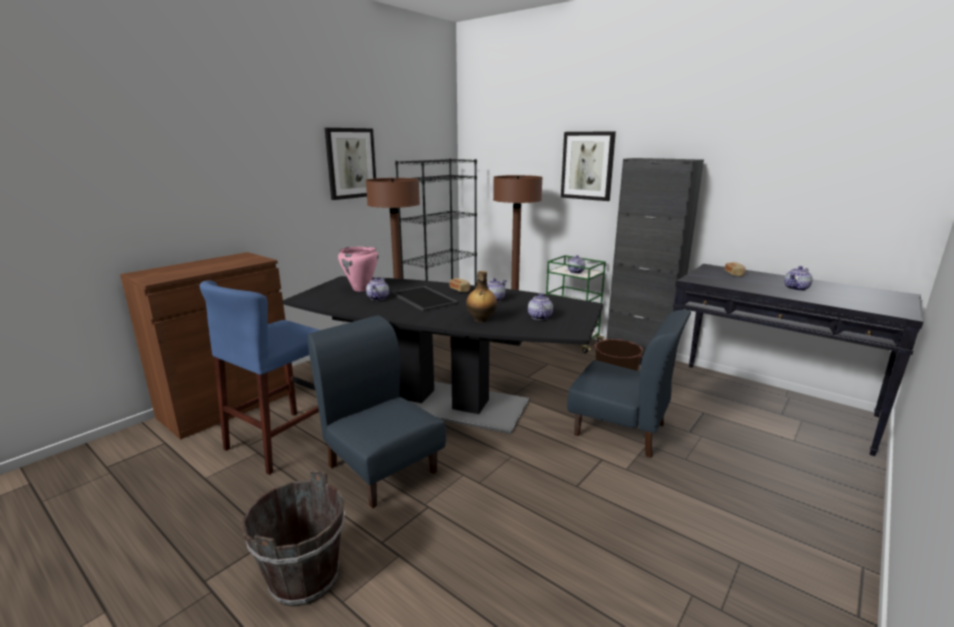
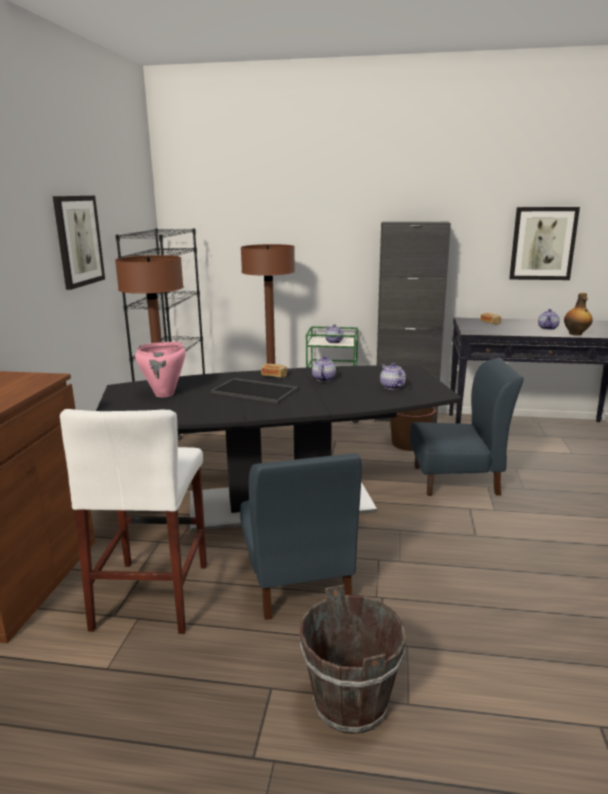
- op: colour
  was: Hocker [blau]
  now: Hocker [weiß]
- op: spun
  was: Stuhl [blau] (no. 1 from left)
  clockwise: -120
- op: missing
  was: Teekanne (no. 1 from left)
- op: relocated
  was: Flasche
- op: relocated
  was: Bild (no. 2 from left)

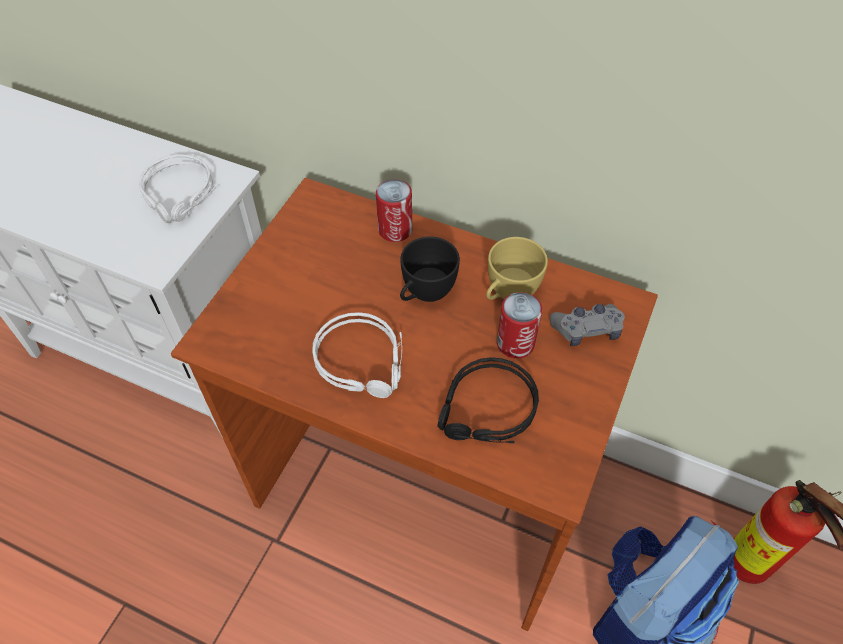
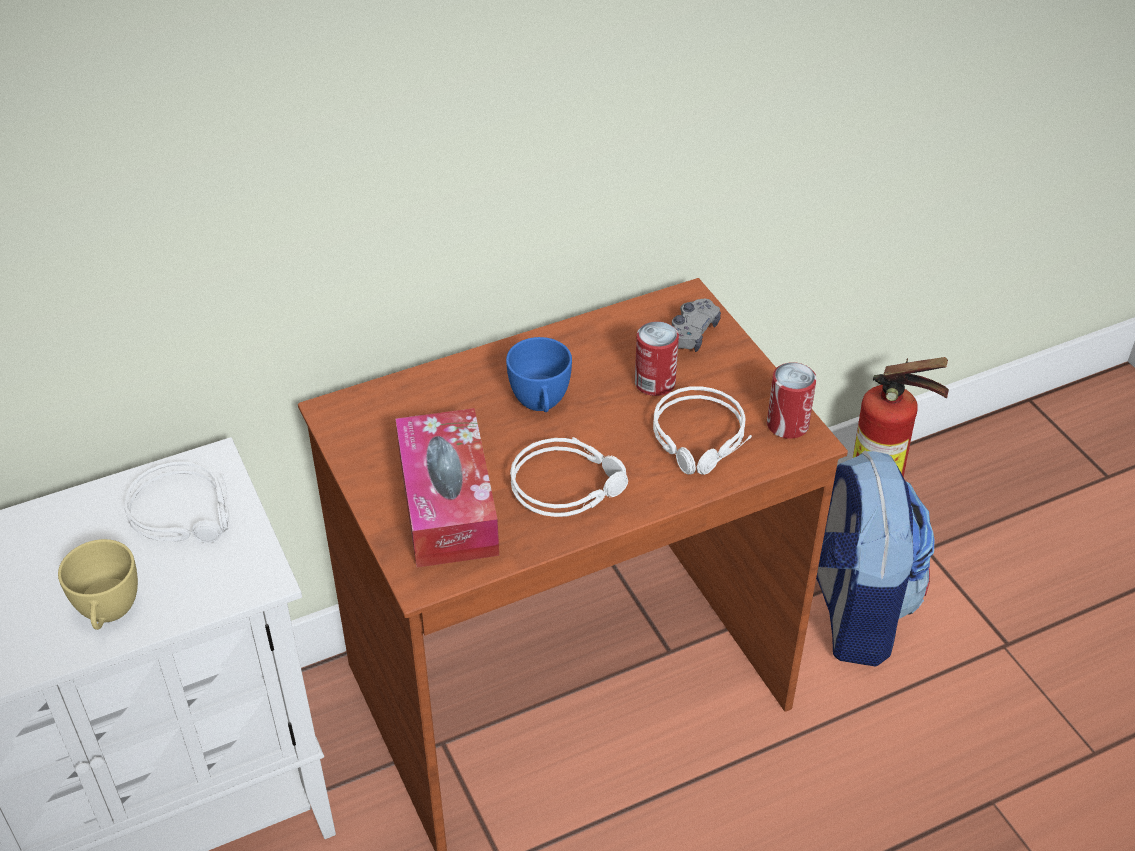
- op: relocated
  was: Dose (no. 1 from left in the first image)
  now: Dose (no. 2 from left)
- op: colour
  was: Tasse [schwarz]
  now: Tasse [blau]
- op: colour
  was: Kopfhörer [schwarz]
  now: Kopfhörer [weiß] (no. 3 from left)
- op: relocated
  was: Tasse [gelb]
- op: appeared
  now: Taschentuchbox

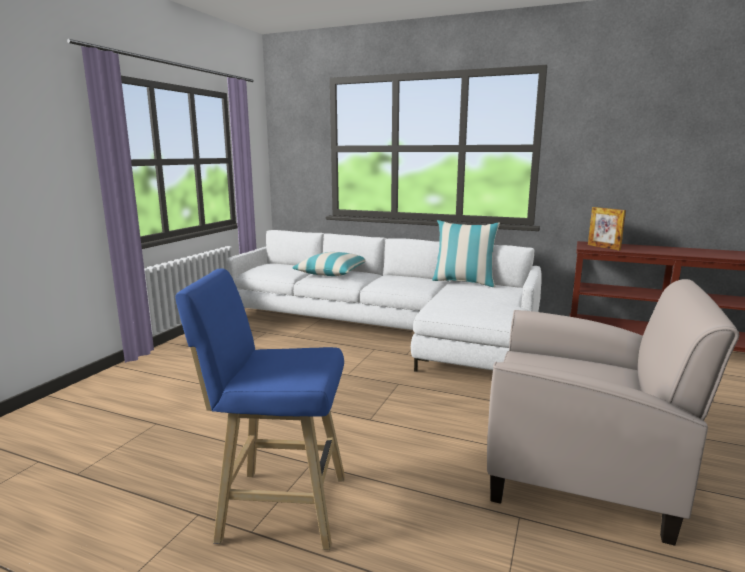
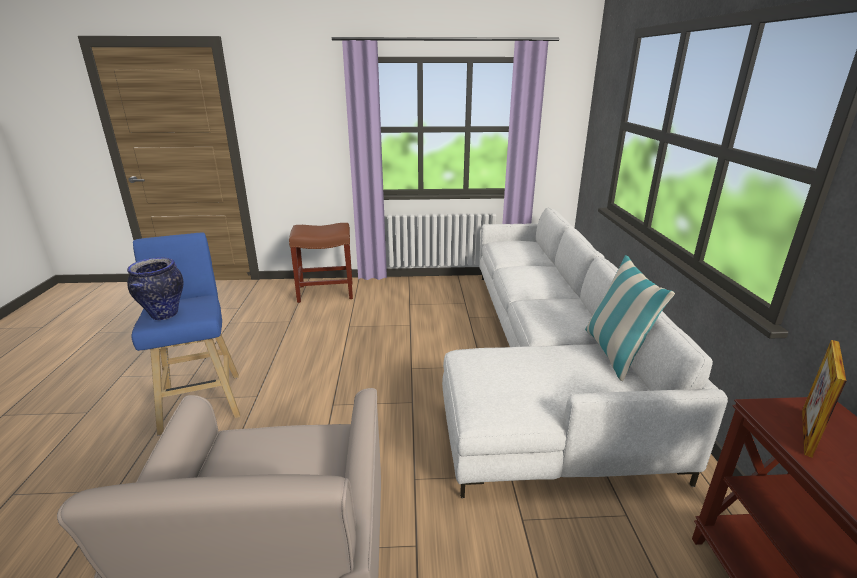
- op: missing
  was: Kissen (no. 1 from left)
- op: appeared
  now: Vase
- op: appeared
  now: Hocker [braun]

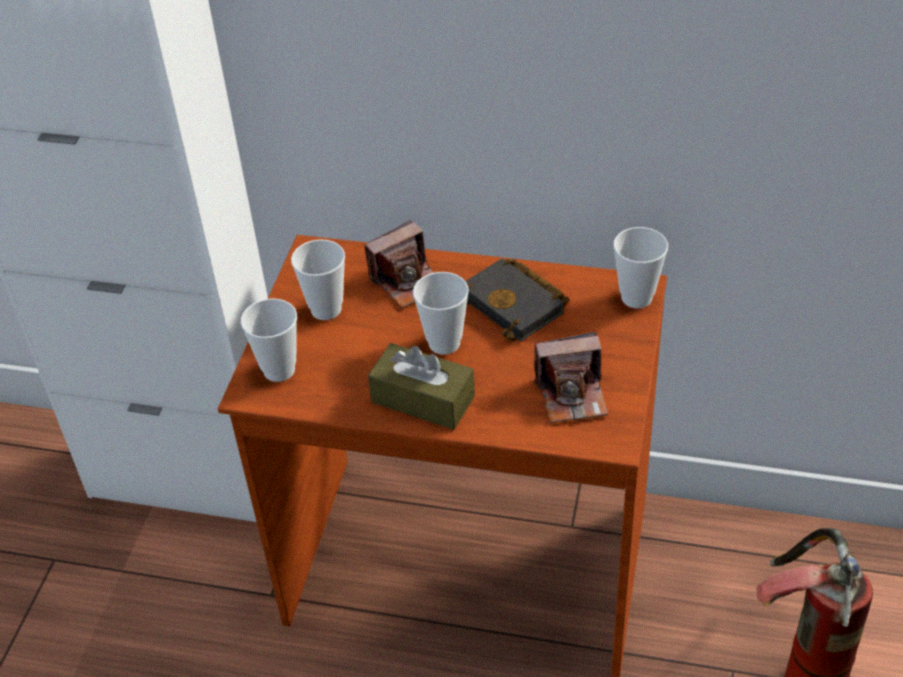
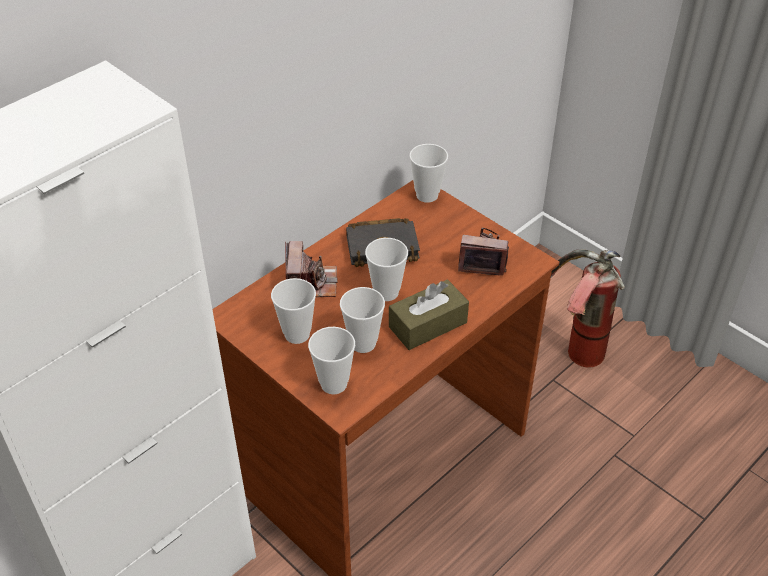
- op: spun
  was: Kamera (no. 2 from left)
  clockwise: -105
- op: appeared
  now: Tasse (no. 3 from left)

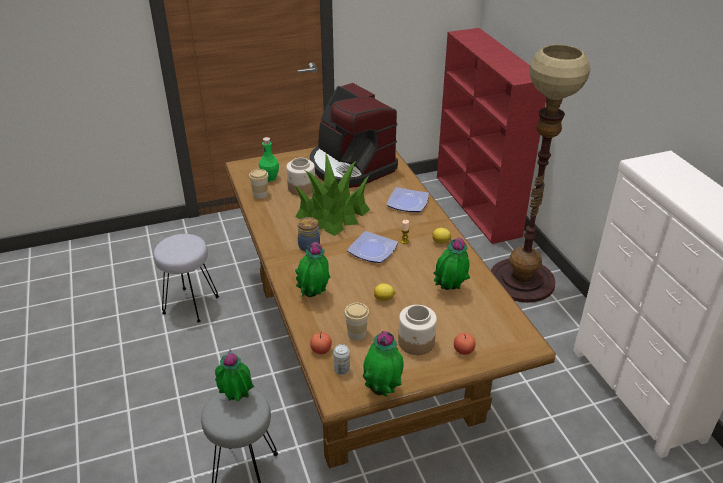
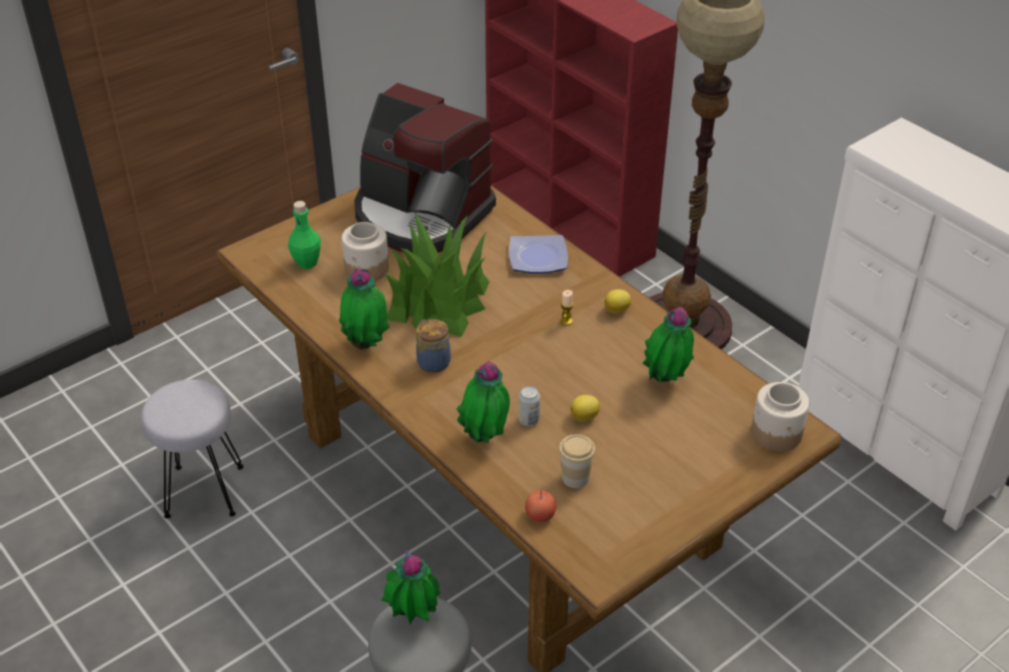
- op: missing
  was: Tasse (no. 1 from left)
- op: relocated
  was: Dose
- op: missing
  was: Teller (no. 1 from left)
- op: relocated
  was: Topfpflanze (no. 4 from left in the first image)
  now: Topfpflanze (no. 1 from left)
- op: relocated
  was: Vorratsglas (no. 3 from left)
- op: missing
  was: Apfel (no. 2 from left)

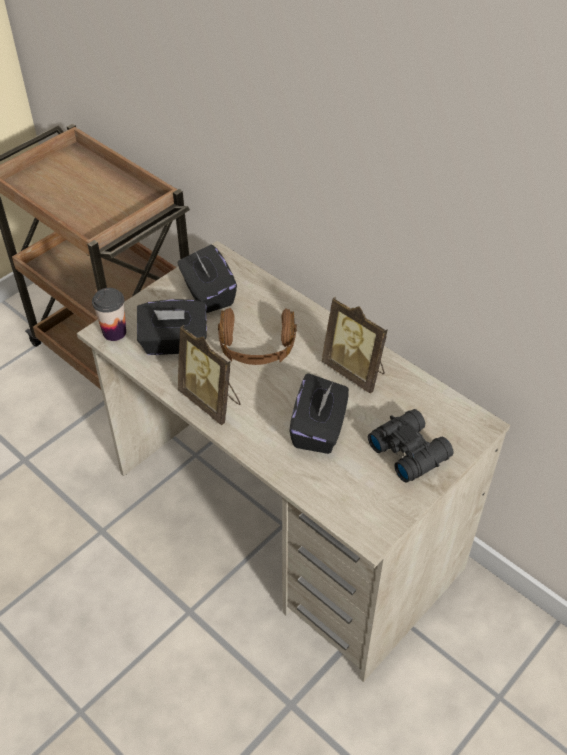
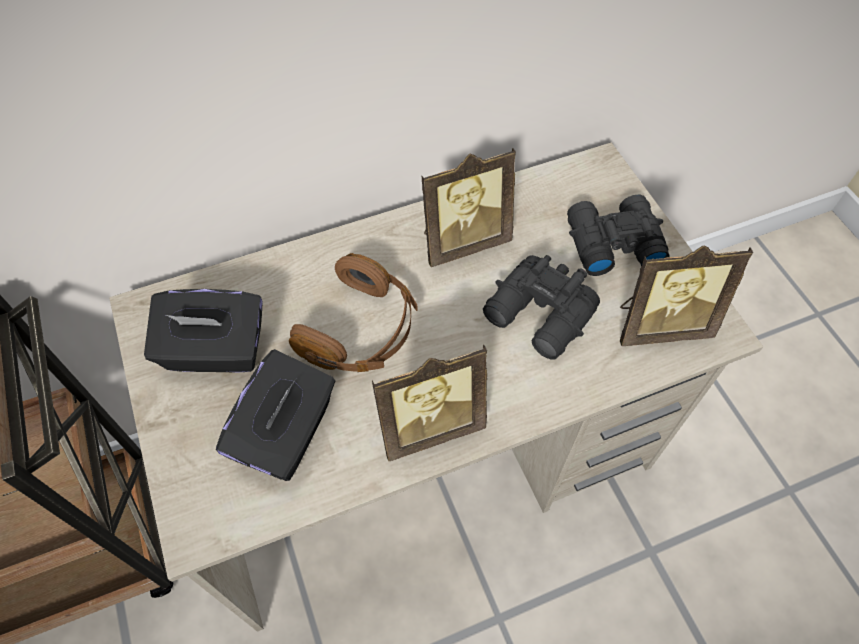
- op: missing
  was: Tasse
- op: exchanged
  was: Taschentuchbox [schwarz] (no. 3 from left)
  now: Fernglas [schwarz] (no. 1 from left)
- op: appeared
  now: Bilderrahmen (no. 3 from left)

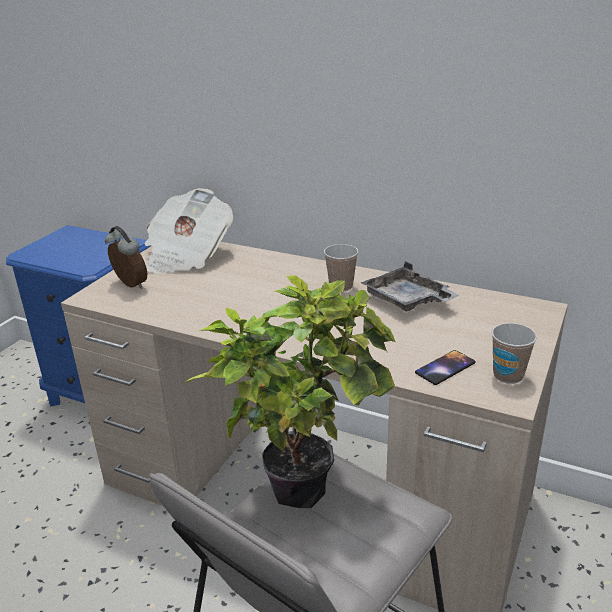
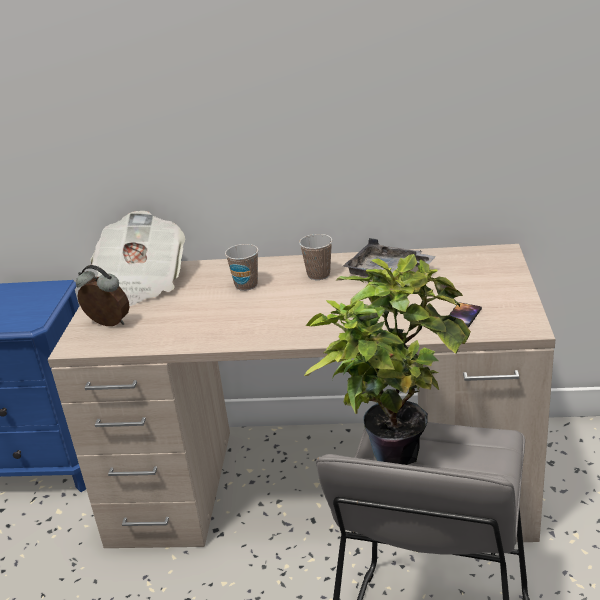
- op: relocated
  was: Tasse (no. 2 from left in the first image)
  now: Tasse (no. 1 from left)

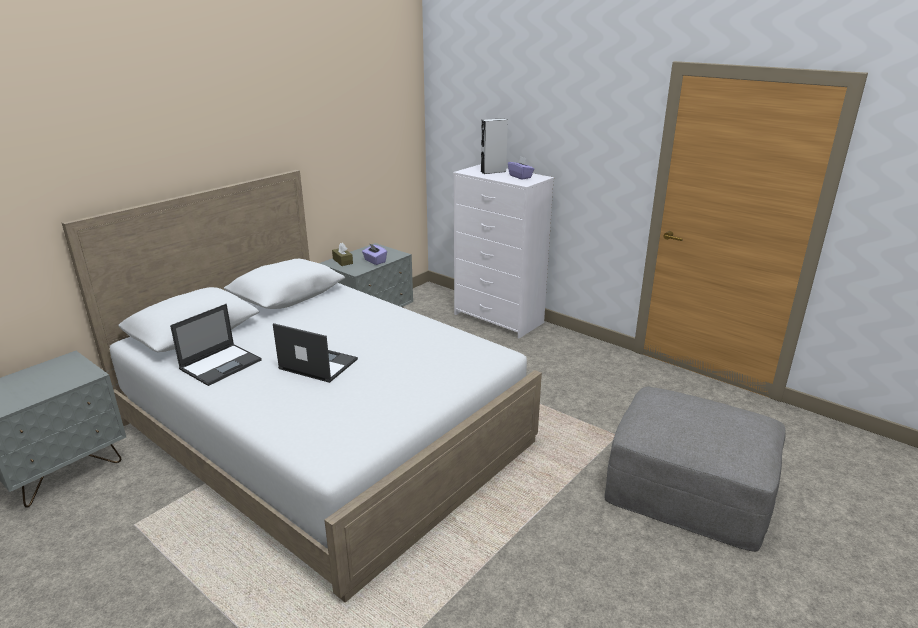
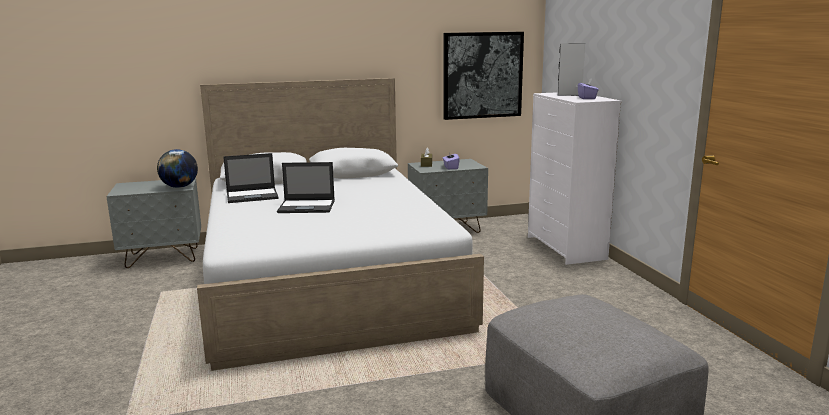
- op: spun
  was: Laptop (no. 2 from left)
  clockwise: 120
- op: appeared
  now: Globus
- op: appeared
  now: Bild

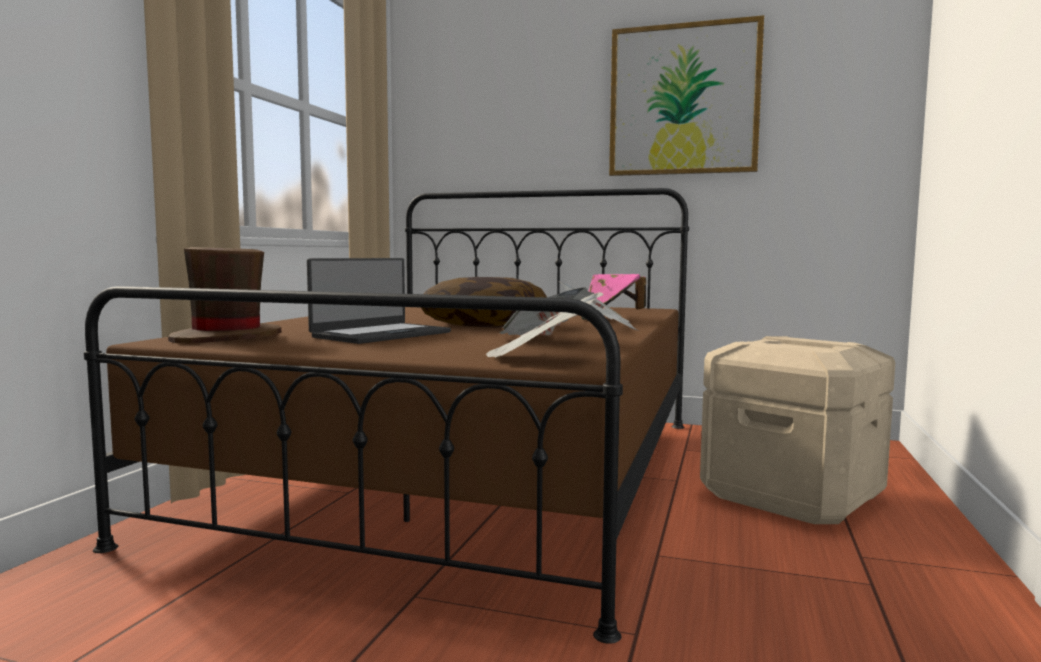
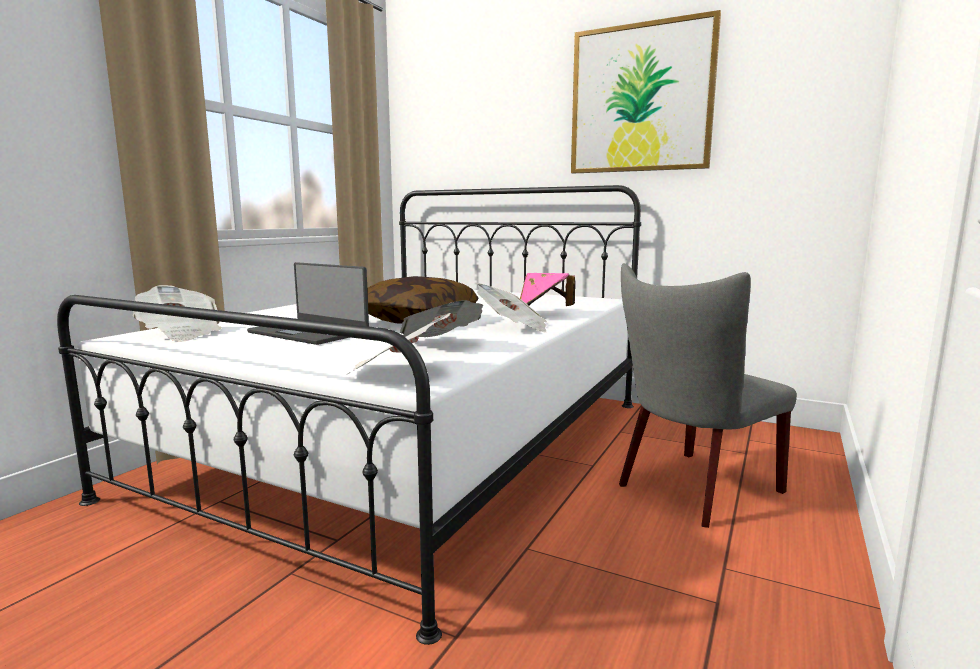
- op: colour
  was: Bett [braun]
  now: Bett [weiß]
- op: exchanged
  was: Hut [braun]
  now: Zeitung (no. 1 from left)
- op: spun
  was: Laptop
  clockwise: 75
- op: exchanged
  was: Aufbewahrungsbox [beige]
  now: Stuhl [grau]

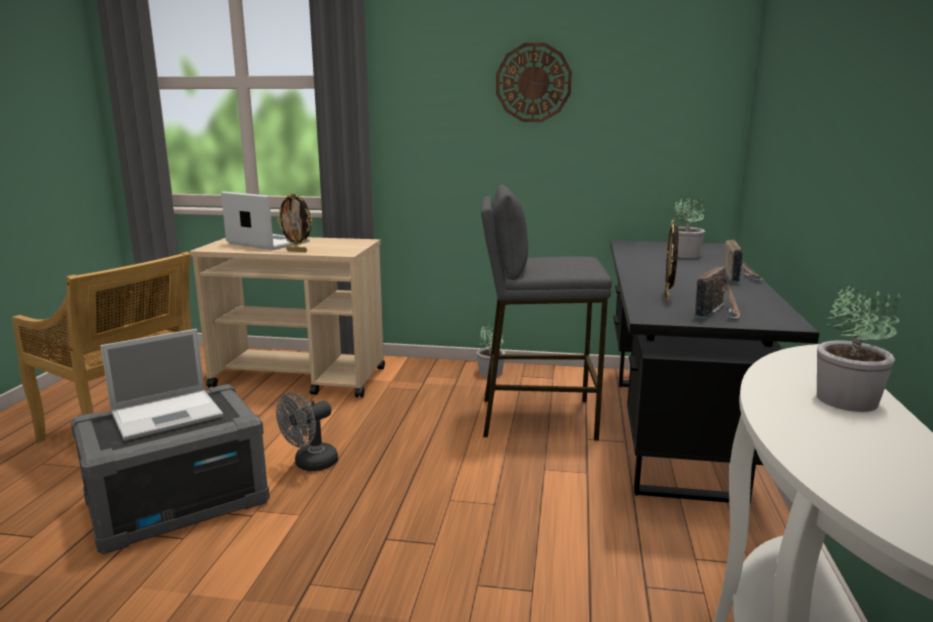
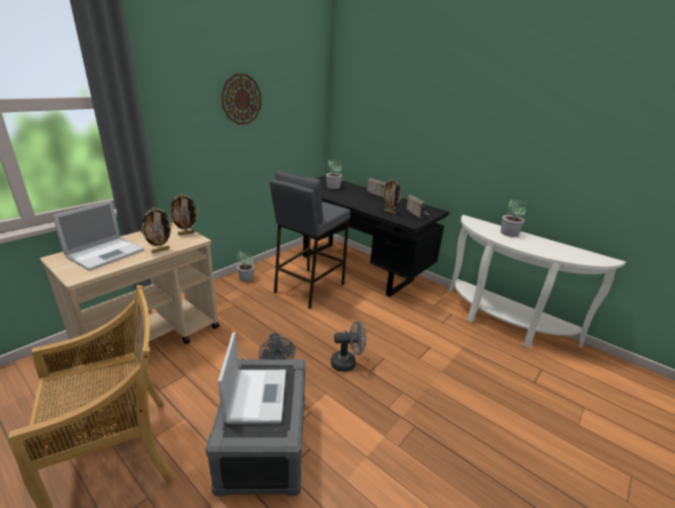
- op: spun
  was: Laptop (no. 2 from left in the first image)
  clockwise: 150
- op: appeared
  now: Bilderrahmen (no. 2 from left)
- op: appeared
  now: Ventilator [grau] (no. 2 from left)

